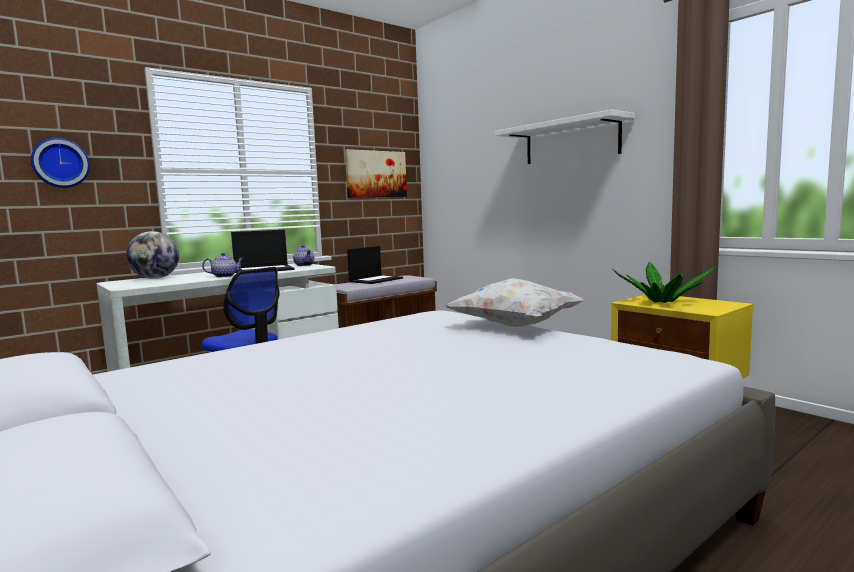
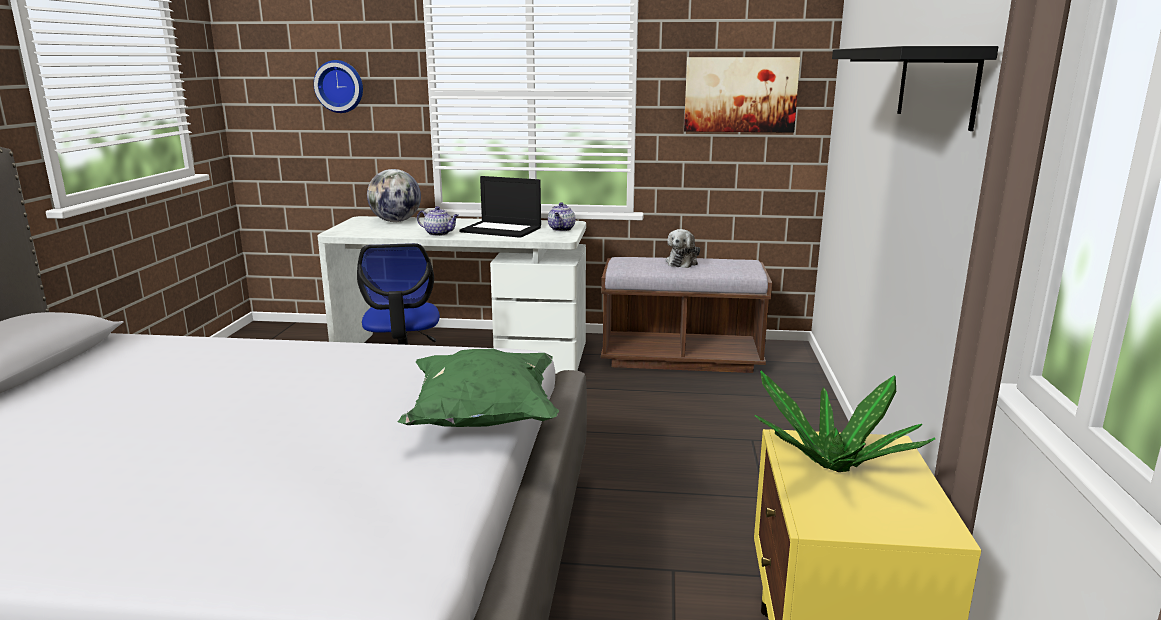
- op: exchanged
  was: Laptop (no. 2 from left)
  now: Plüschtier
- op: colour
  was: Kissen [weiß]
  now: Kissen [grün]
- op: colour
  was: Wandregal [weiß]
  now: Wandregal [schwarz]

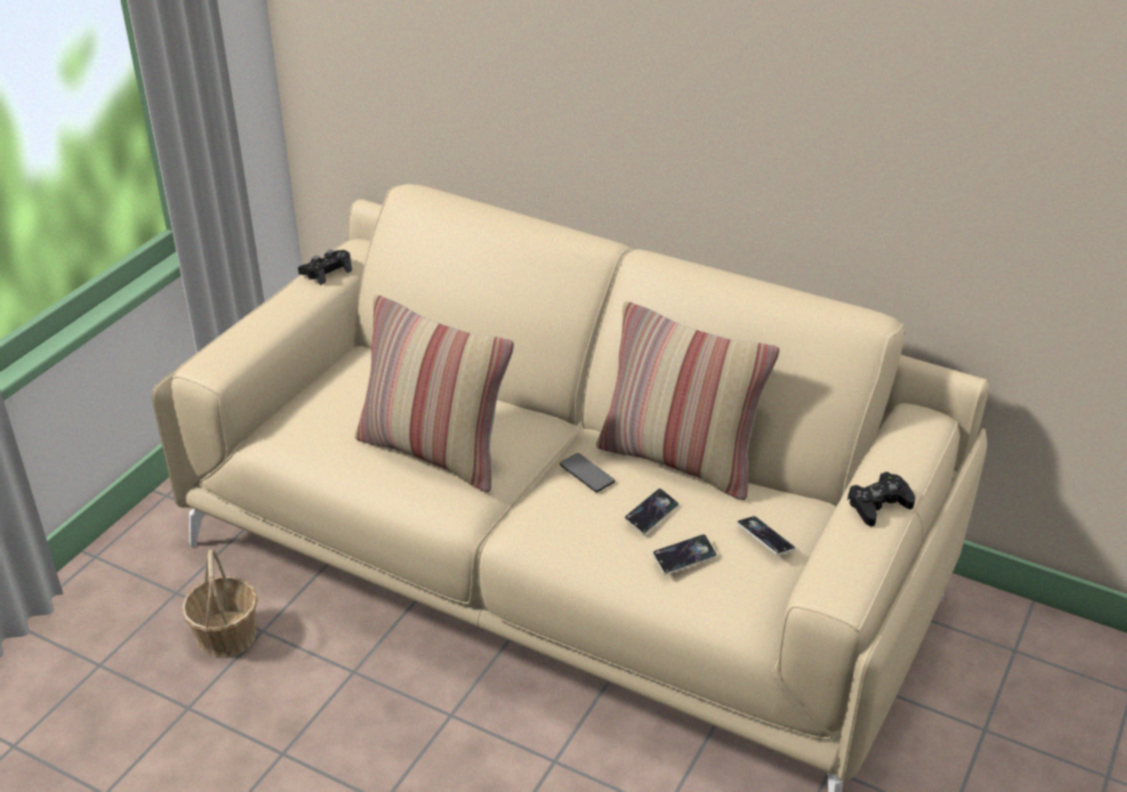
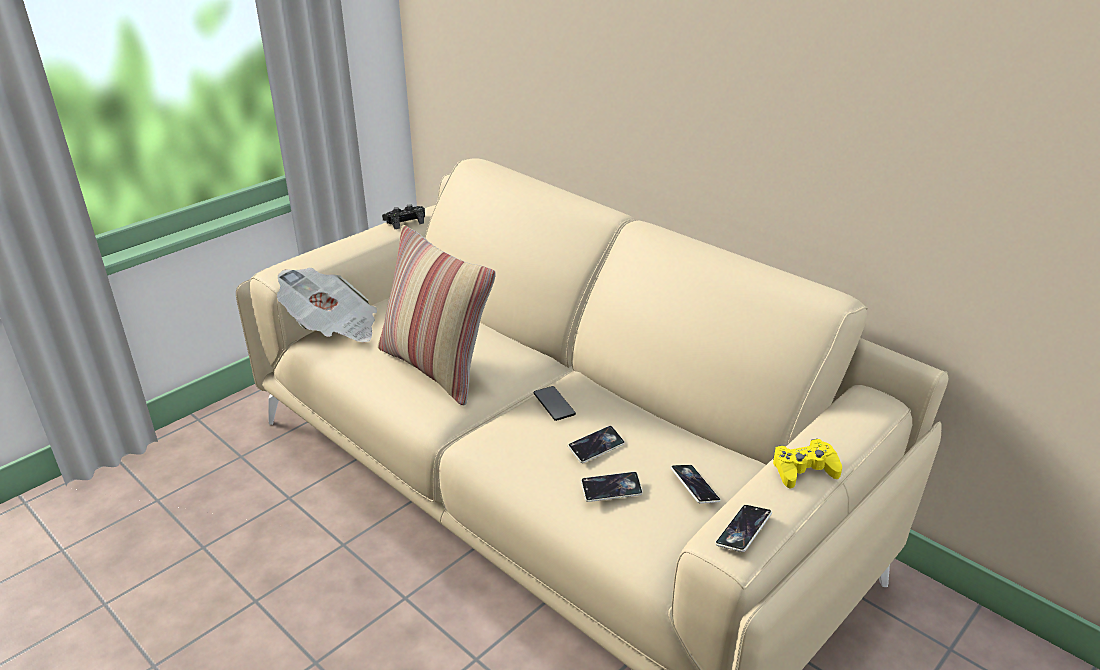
- op: missing
  was: Korb
- op: missing
  was: Kissen (no. 2 from left)
- op: colour
  was: Gamepad [schwarz] (no. 2 from left)
  now: Gamepad [gelb]
- op: appeared
  now: Zeitung
- op: appeared
  now: Handy (no. 5 from left)

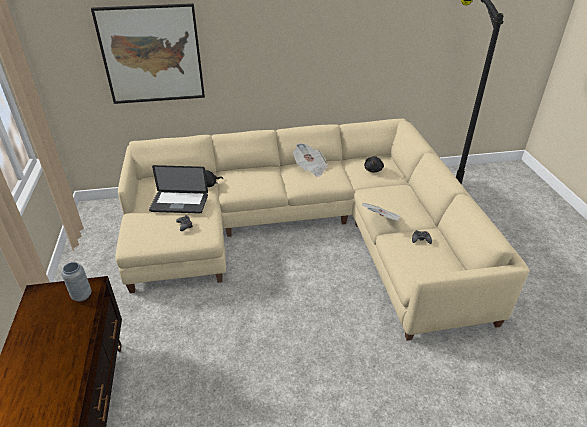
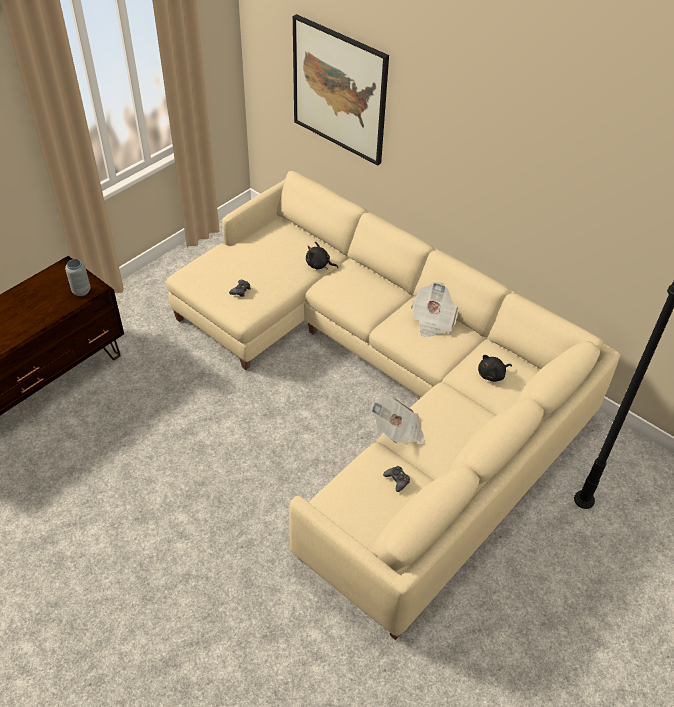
- op: missing
  was: Laptop

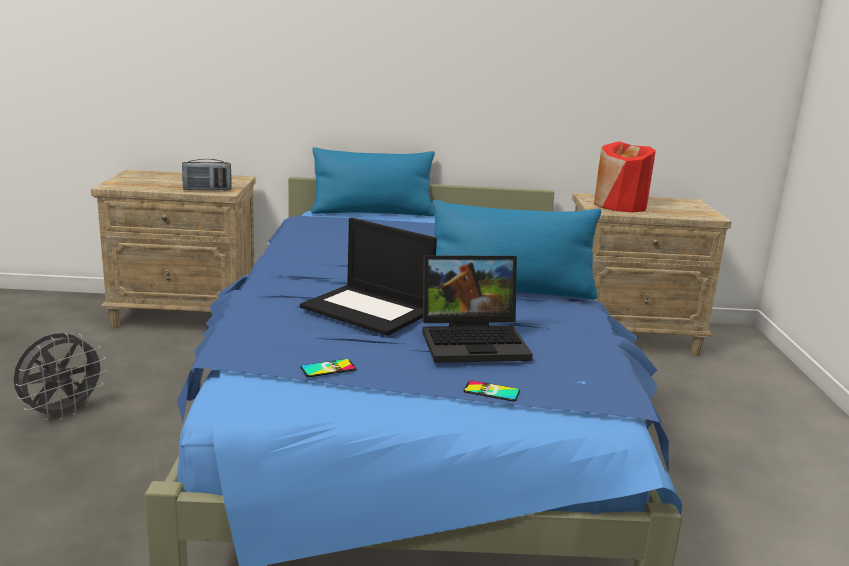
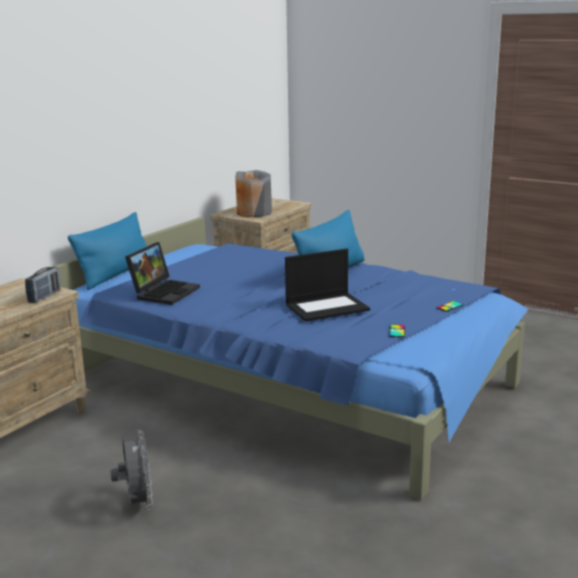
- op: relocated
  was: Laptop (no. 2 from left in the first image)
  now: Laptop (no. 1 from left)
- op: colour
  was: Vase [rot]
  now: Vase [grau]

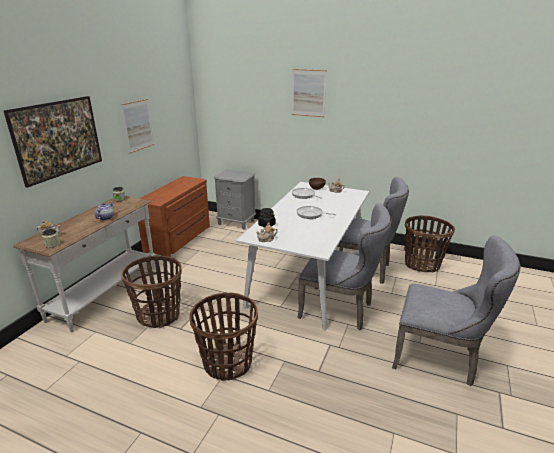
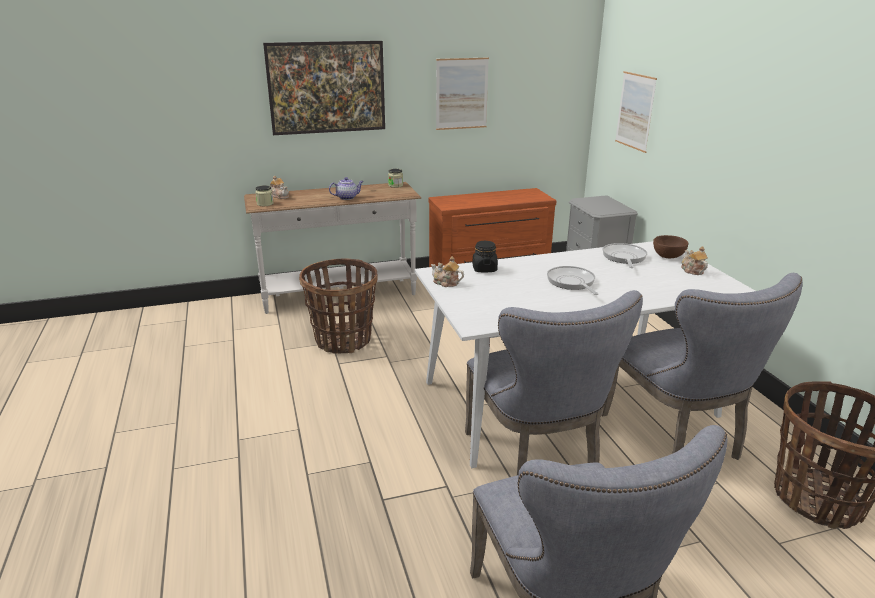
- op: missing
  was: Korb (no. 2 from left)
- op: relocated
  was: Bild (no. 3 from left)

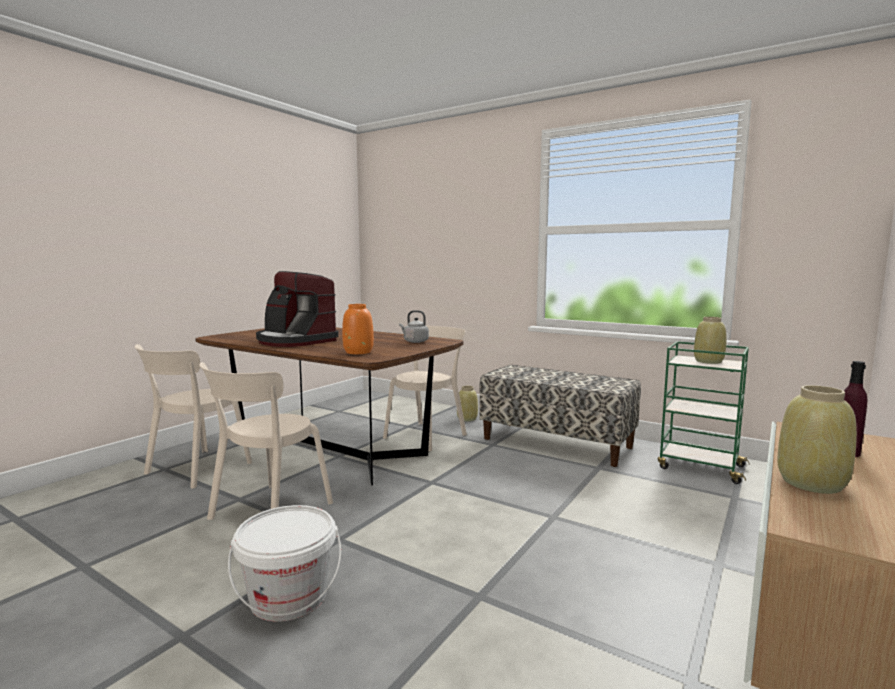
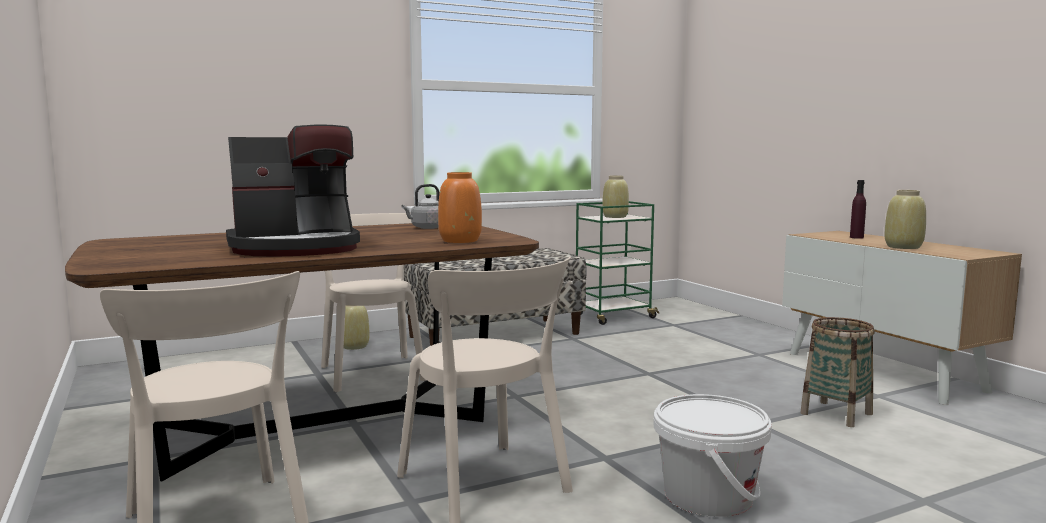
- op: appeared
  now: Korb

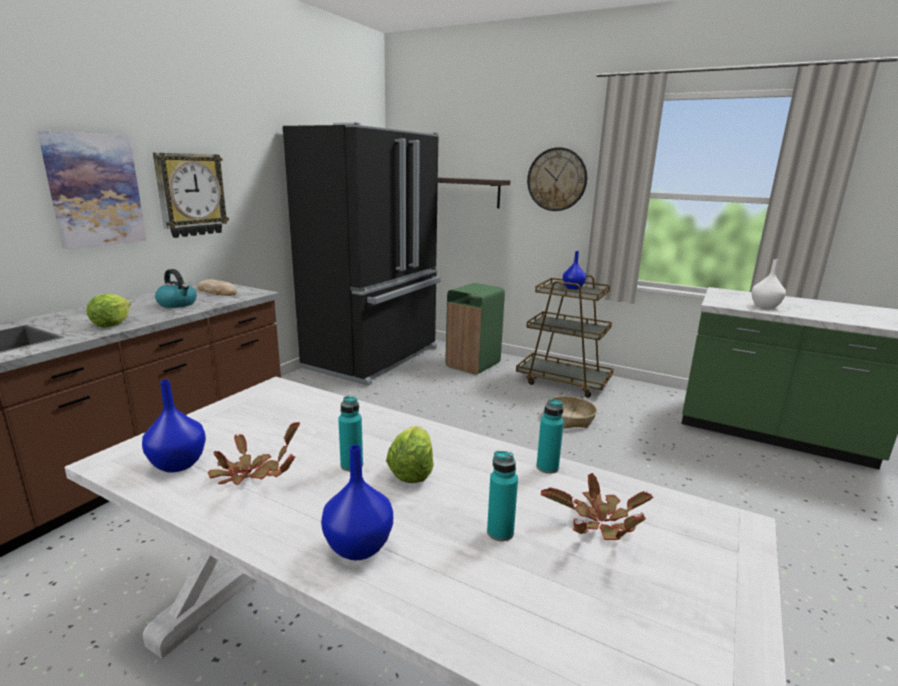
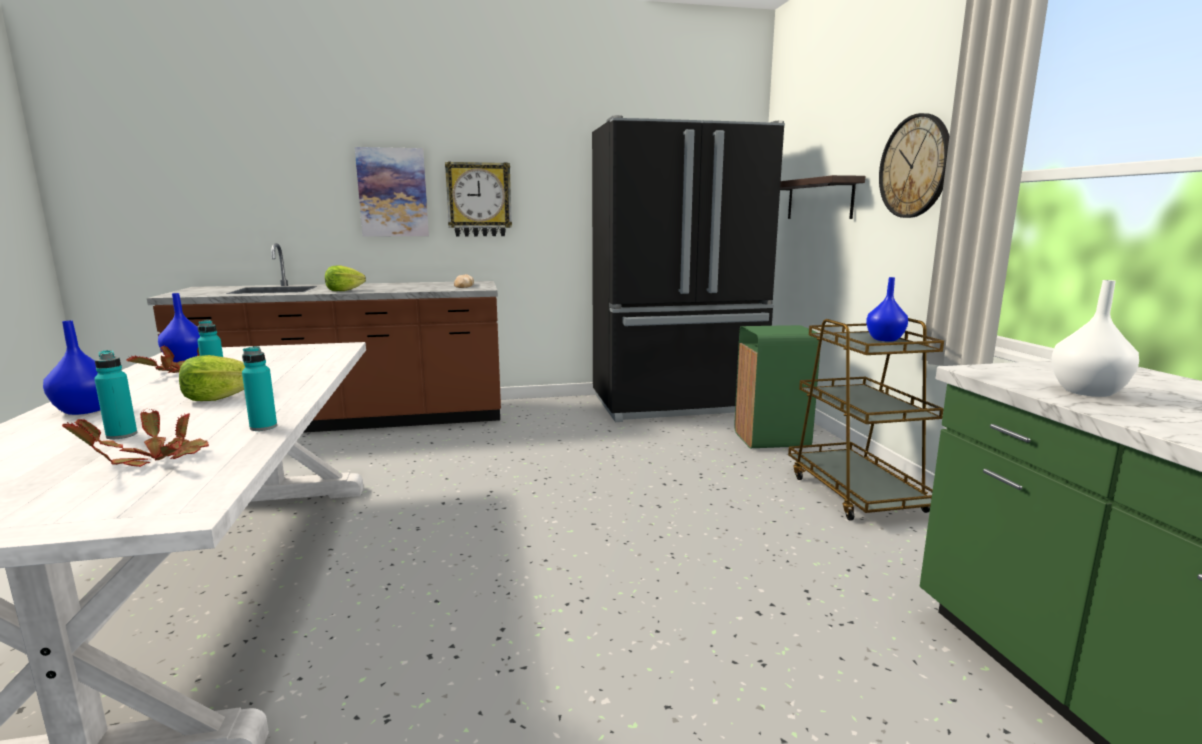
- op: missing
  was: Wasserkessel
- op: missing
  was: Korb

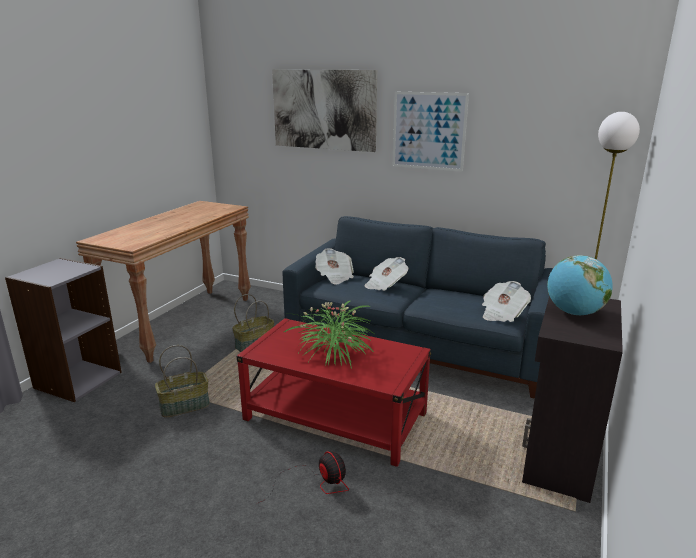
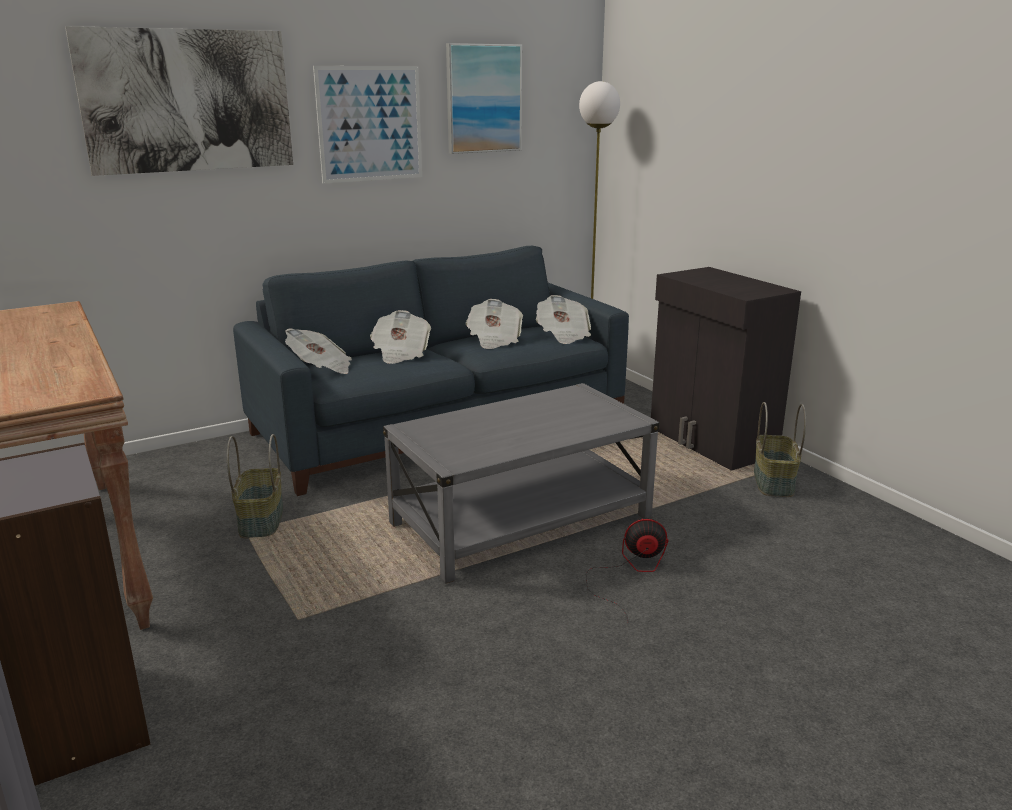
- op: relocated
  was: Korb (no. 1 from left in the first image)
  now: Korb (no. 2 from left)
- op: colour
  was: Couchtisch [rot]
  now: Couchtisch [grau]
- op: missing
  was: Topfpflanze
- op: missing
  was: Globus
- op: appeared
  now: Bild (no. 3 from left)
- op: appeared
  now: Zeitung (no. 3 from left)

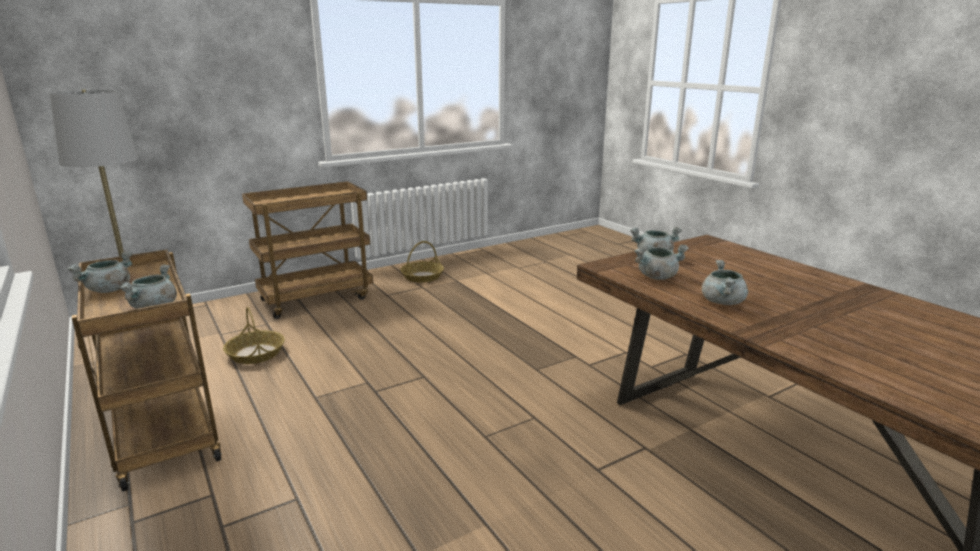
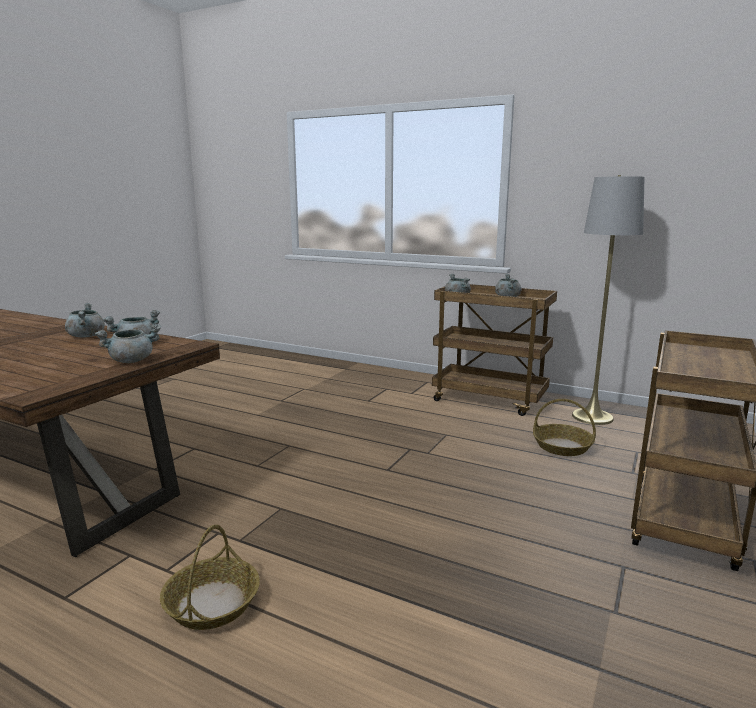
- op: relocated
  was: Korb (no. 2 from left in the first image)
  now: Korb (no. 1 from left)

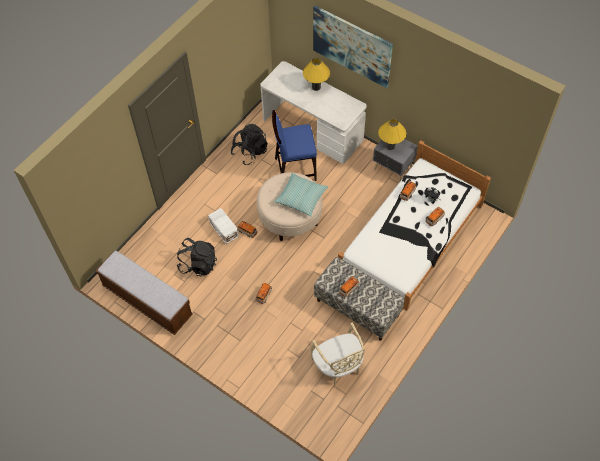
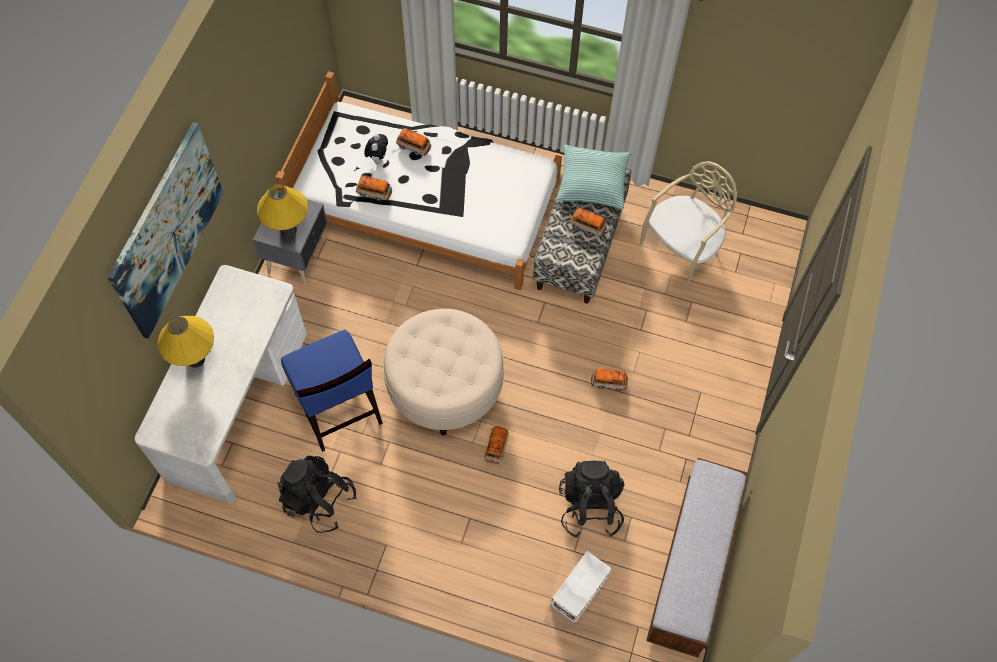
- op: relocated
  was: Aufbewahrungsbox [weiß]
- op: relocated
  was: Kissen

